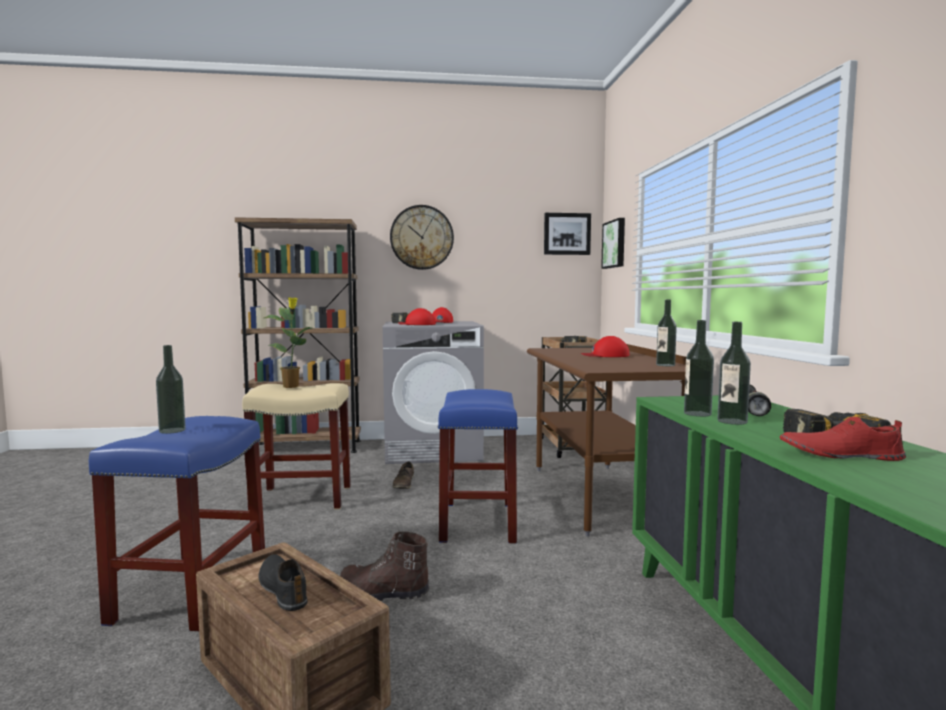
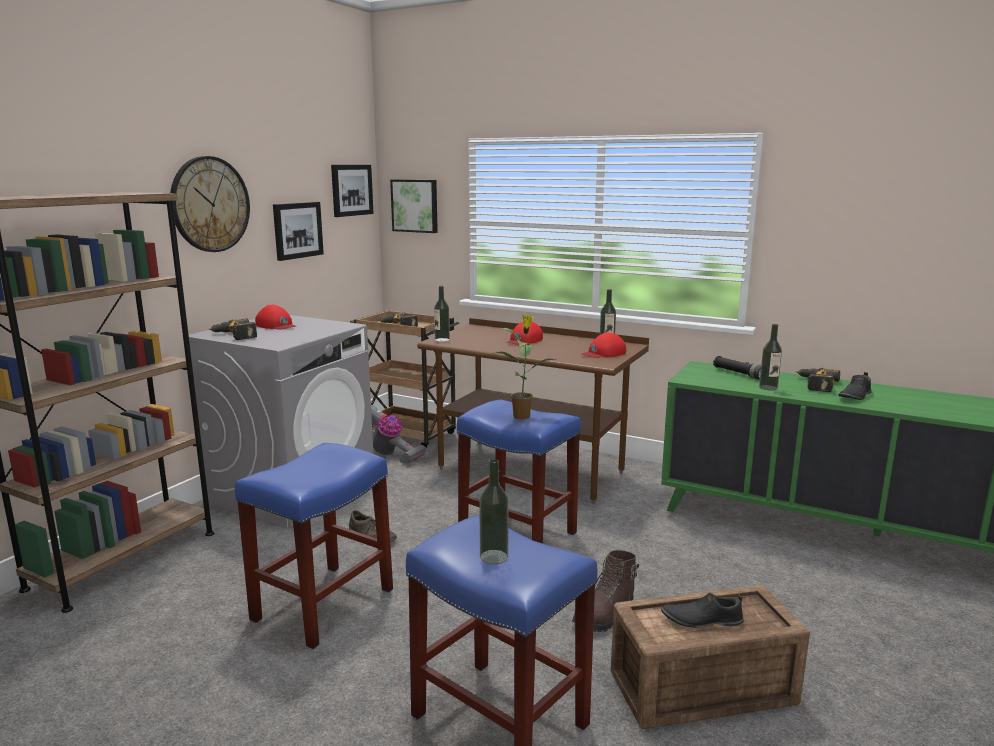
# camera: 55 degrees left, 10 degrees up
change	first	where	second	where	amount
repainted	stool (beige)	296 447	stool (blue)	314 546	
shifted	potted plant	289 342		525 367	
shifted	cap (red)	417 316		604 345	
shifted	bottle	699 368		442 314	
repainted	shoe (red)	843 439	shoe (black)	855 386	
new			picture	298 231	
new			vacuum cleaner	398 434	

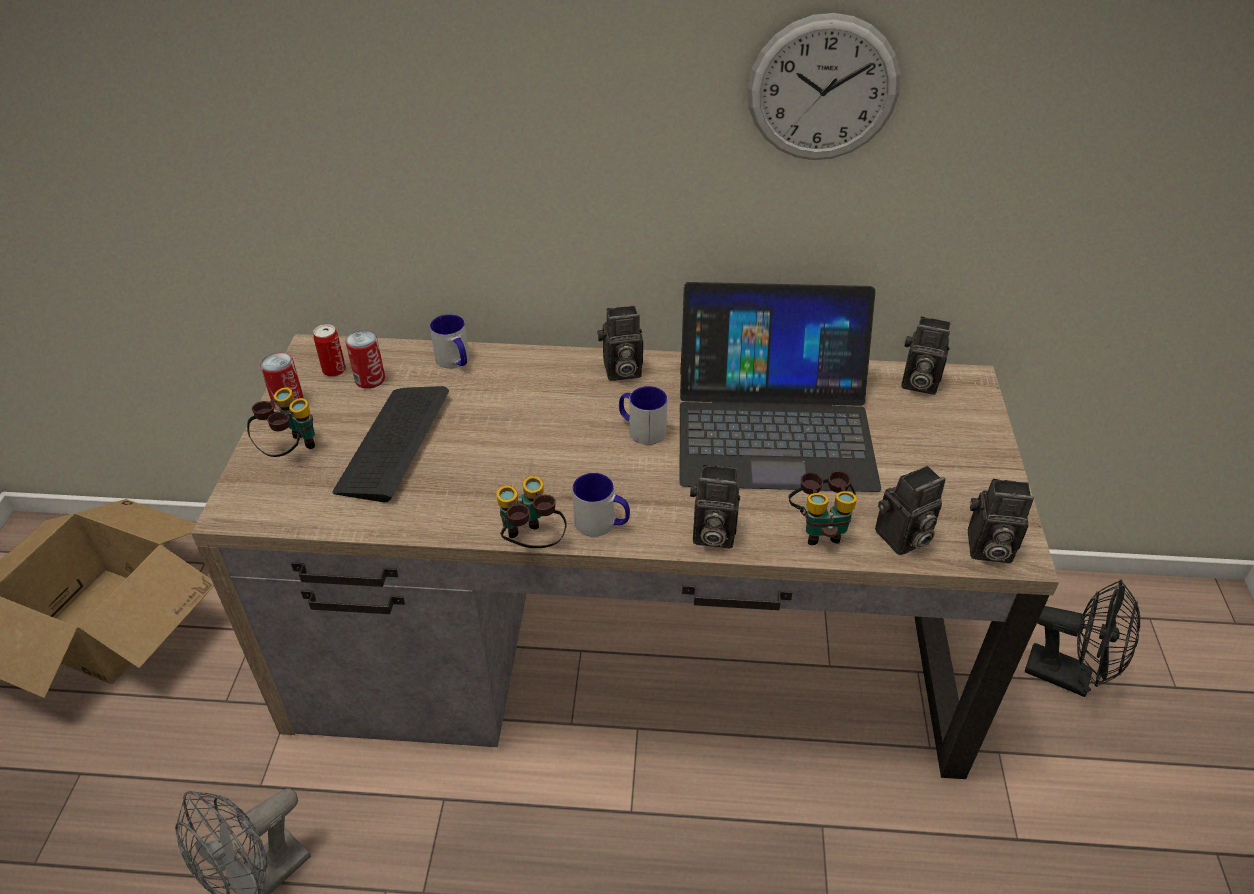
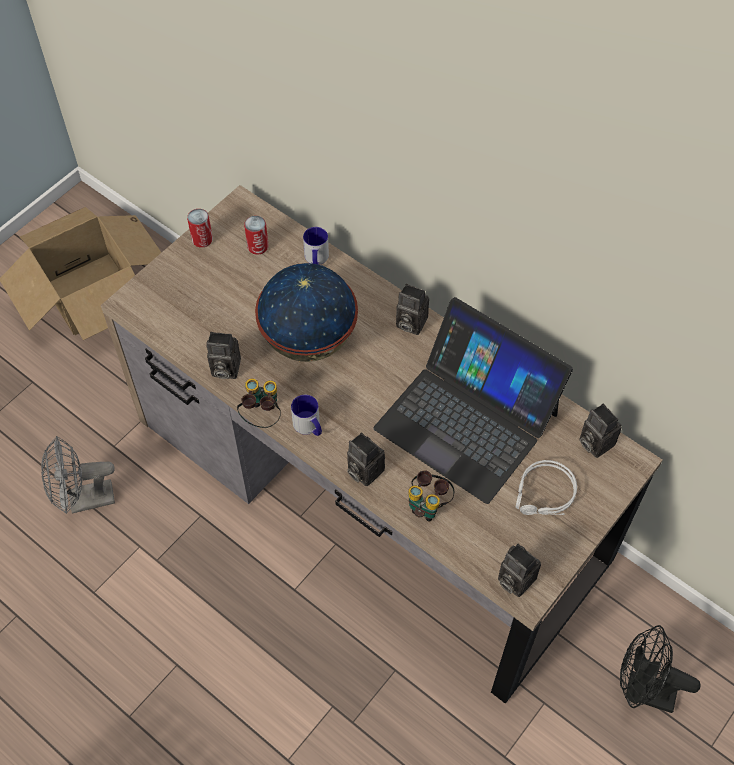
# camera: 35 degrees right, 15 degrees up
change	first	where	second	where	amount
gone	binoculars	281 422			
gone	can	329 350			
gone	keyboard	390 444			
gone	mug	643 415			
gone	wall clock	824 86			
shifted	photo camera	910 510		223 355	
rotated	fan (black)	1082 638		660 669	135 degrees clockwise
new			globe	306 312	
new			headphones (grey)	546 487	

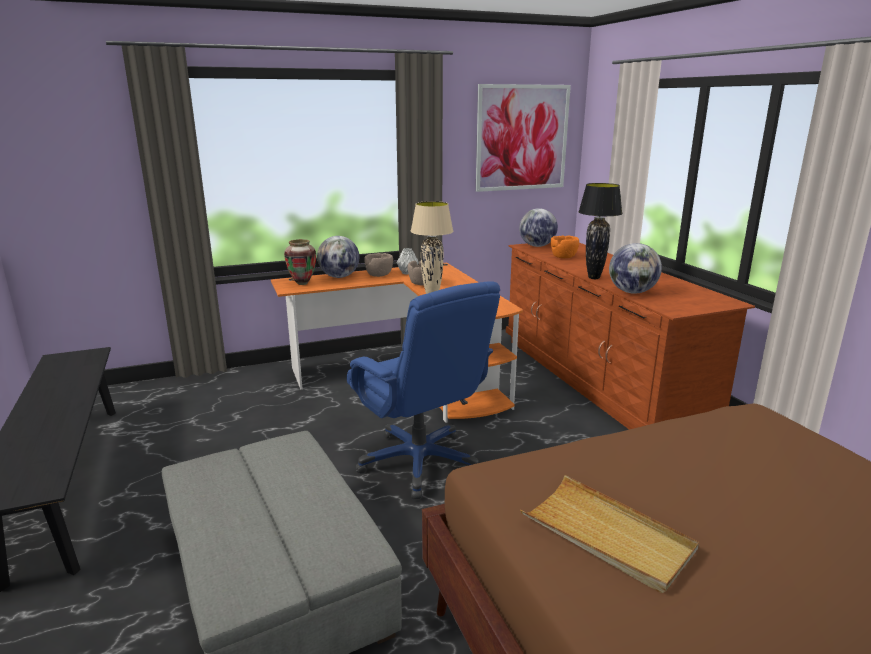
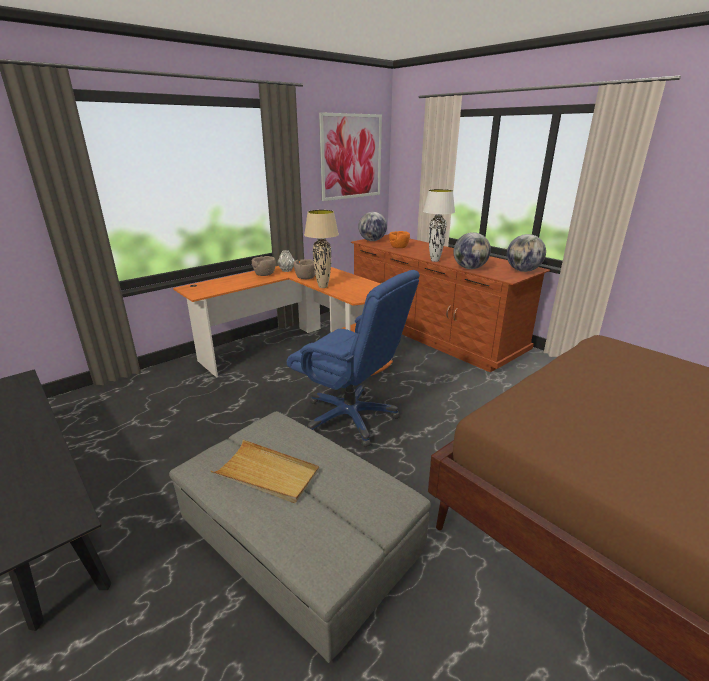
# camera: 20 degrees left, 5 degrees up
change	first	where	second	where	amount
gone	vase	300 262			
shifted	globe	338 257		526 253	
shifted	tray (beige)	609 534		265 471	
repainted	table lamp (black)	600 231	table lamp (white)	439 225	

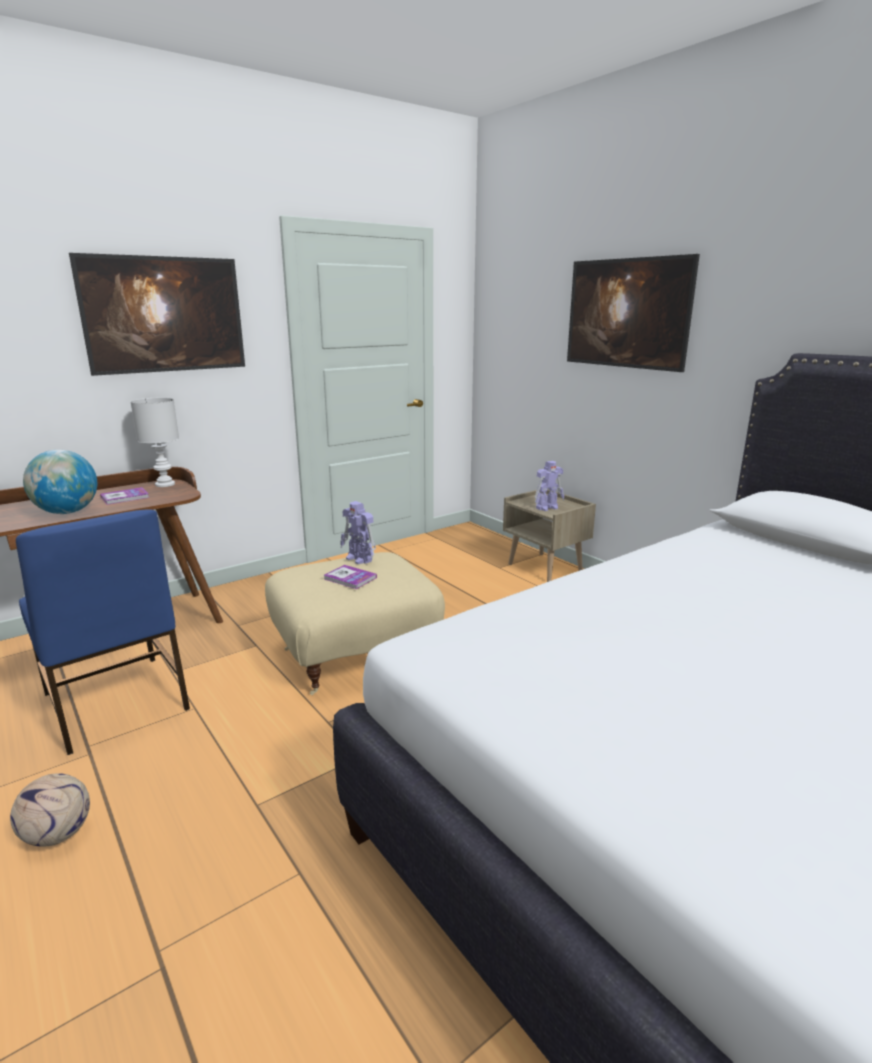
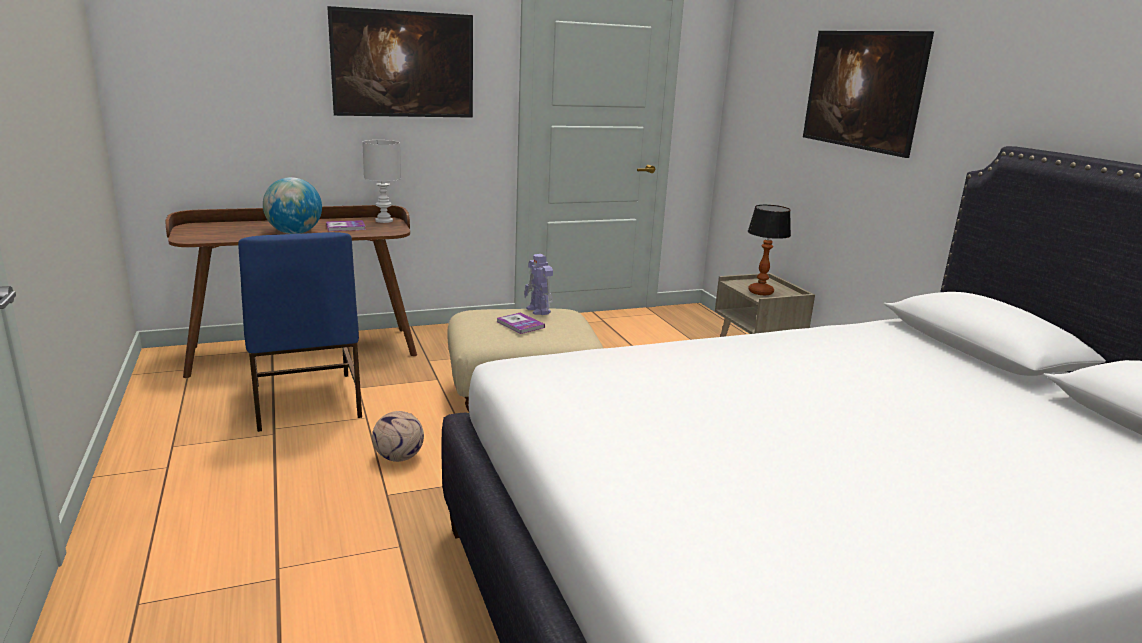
# camera: 15 degrees right, 0 degrees up
change	first	where	second	where	amount
shifted	football	50 810		398 436	
swapped	toy robot	549 486	table lamp	769 250	

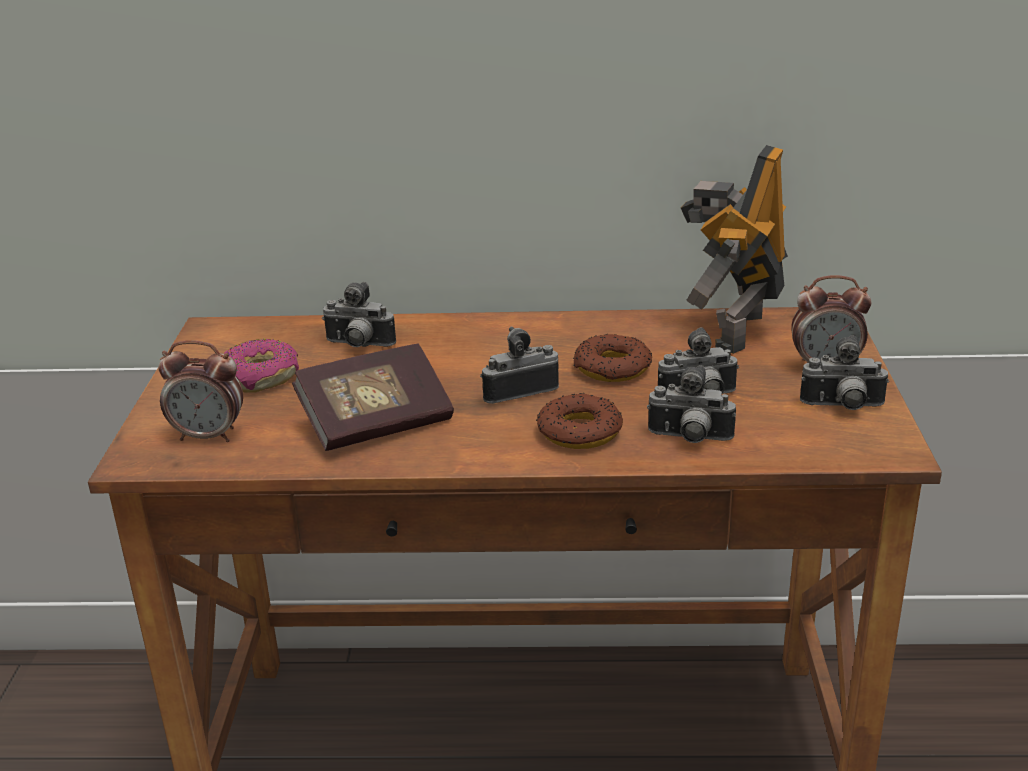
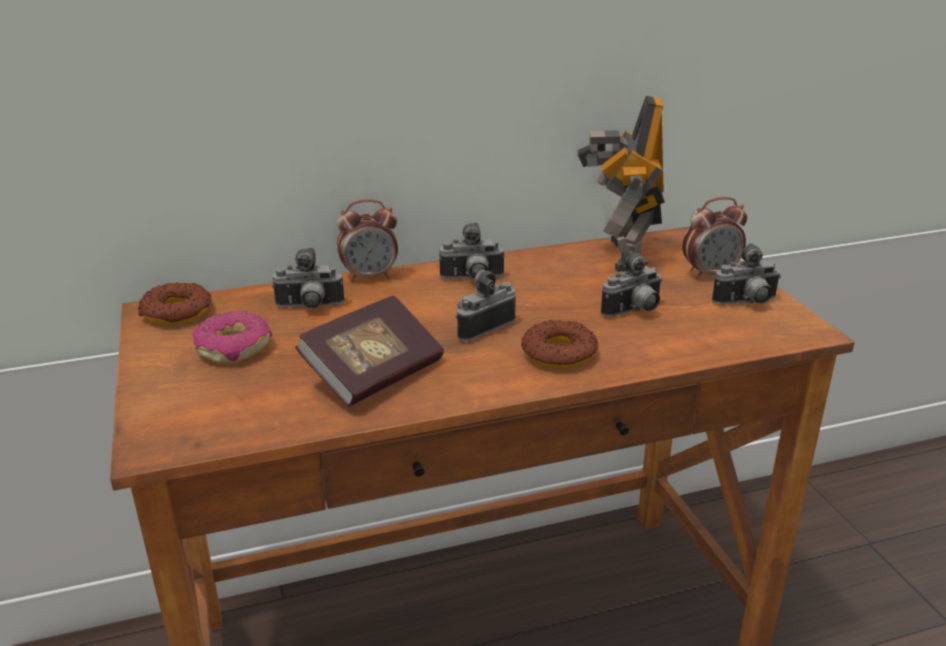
# camera: 20 degrees left, 0 degrees up
change	first	where	second	where	amount
shifted	alarm clock	200 391		367 240	
shifted	donut	612 358		175 303	
shifted	photo camera	691 404		472 250	

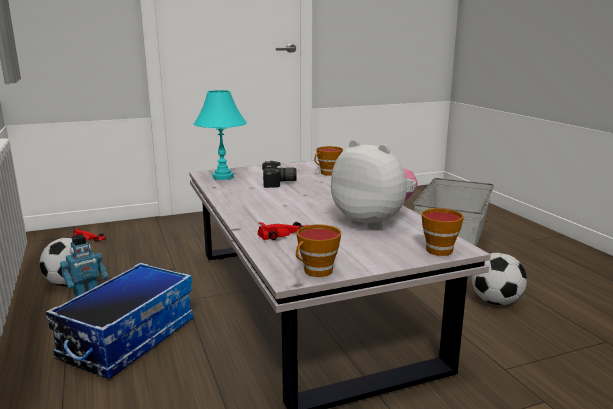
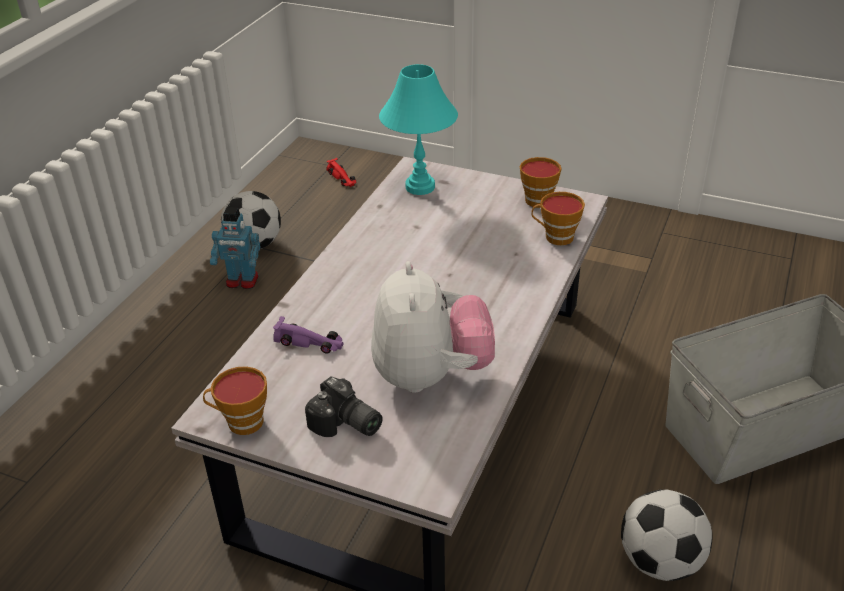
# camera: 45 degrees right, 20 degrees up
change	first	where	second	where	amount
gone	storage box	119 321			
repainted	toy car (red)	283 231	toy car (purple)	308 335	
shifted	photo camera	279 174		344 406	
shifted	cup	443 232		541 182	

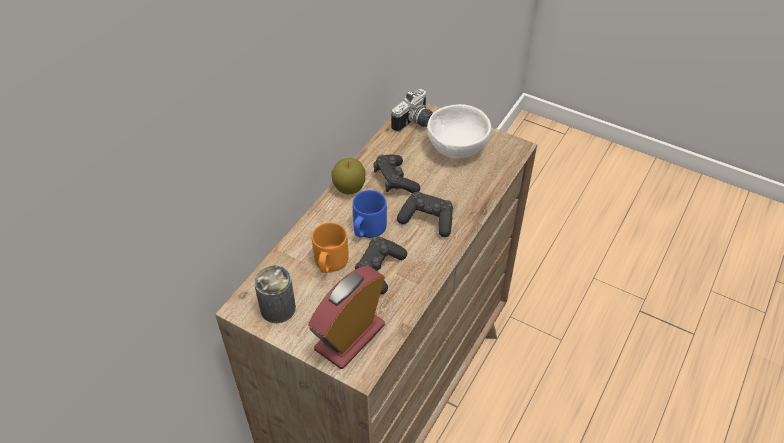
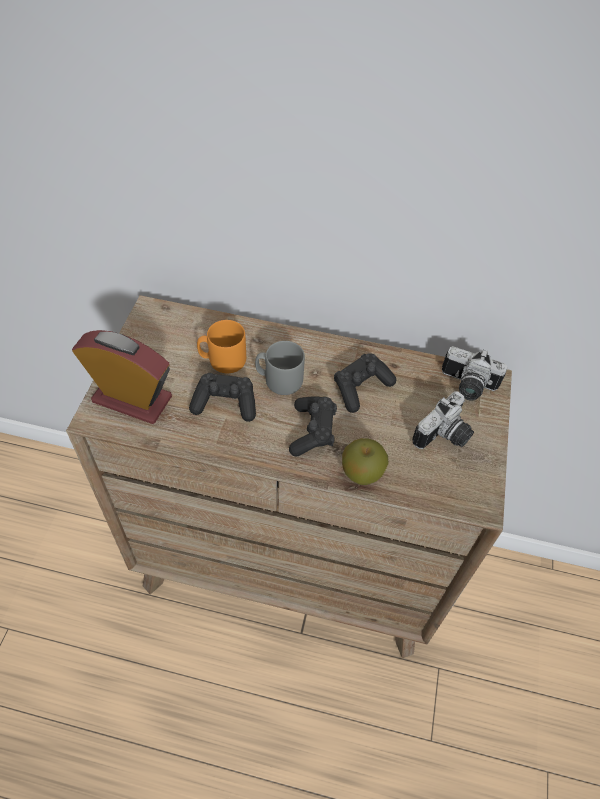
# camera: 70 degrees right, 5 degrees up
change	first	where	second	where	amount
gone	can	275 294			
shifted	apple	348 176		365 461	
repainted	mug (blue)	369 214	mug (grey)	280 368	
swapped	bowl (white)	459 131	photo camera	443 420	

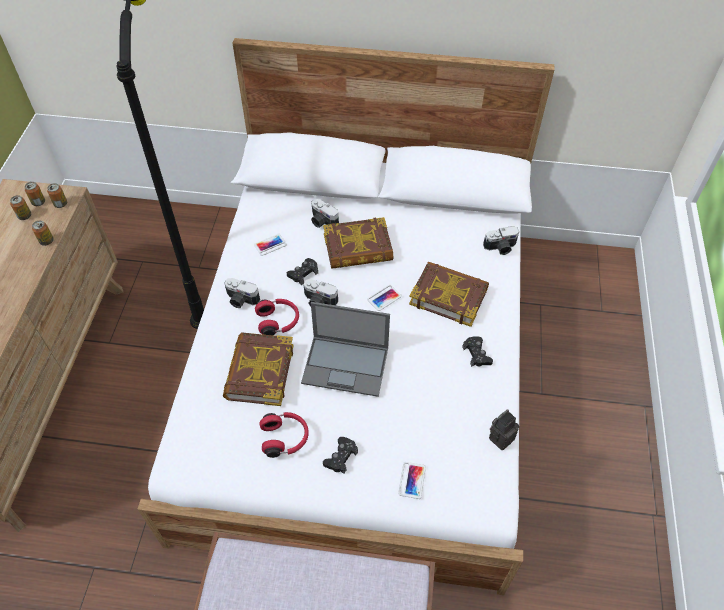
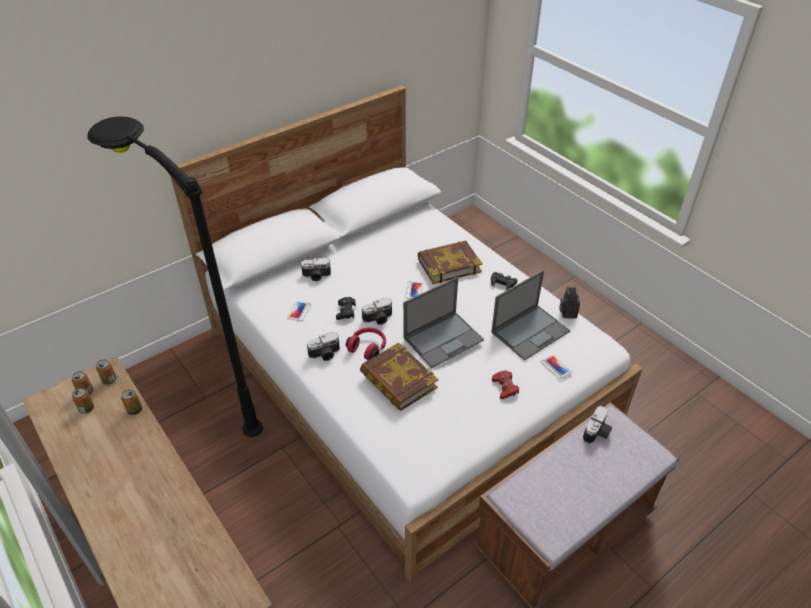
# camera: 45 degrees left, 10 degrees down
change	first	where	second	where	amount
gone	headphones (red)	284 435			
gone	book	358 243			
repainted	game controller (black)	340 455	game controller (red)	505 384	
shifted	photo camera	501 240		597 425	
new			laptop	530 315	

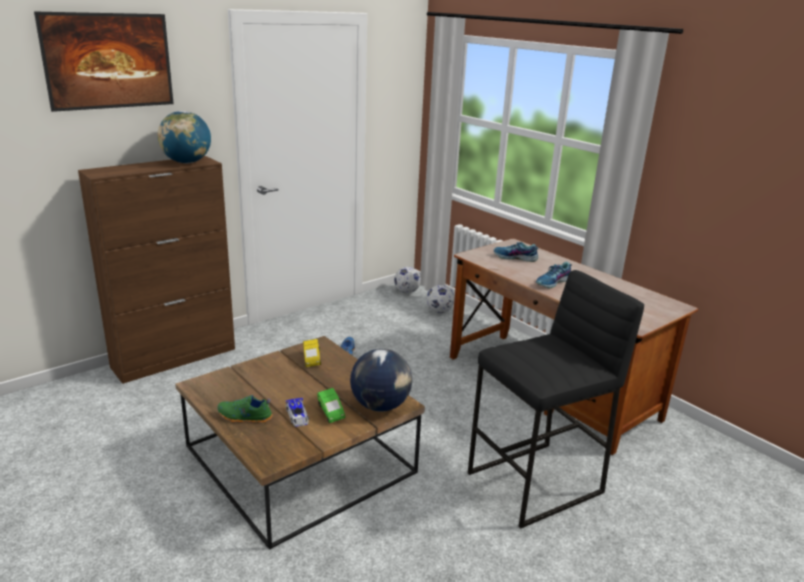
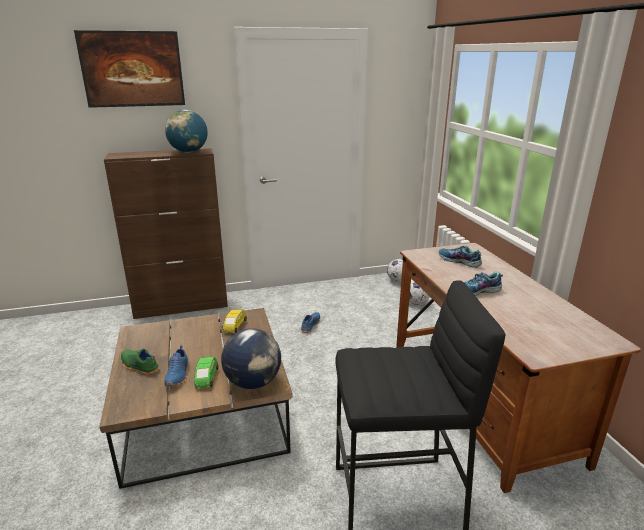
# camera: 25 degrees right, 0 degrees up
change	first	where	second	where	amount
swapped	toy car	297 412	shoe (blue)	177 365	

